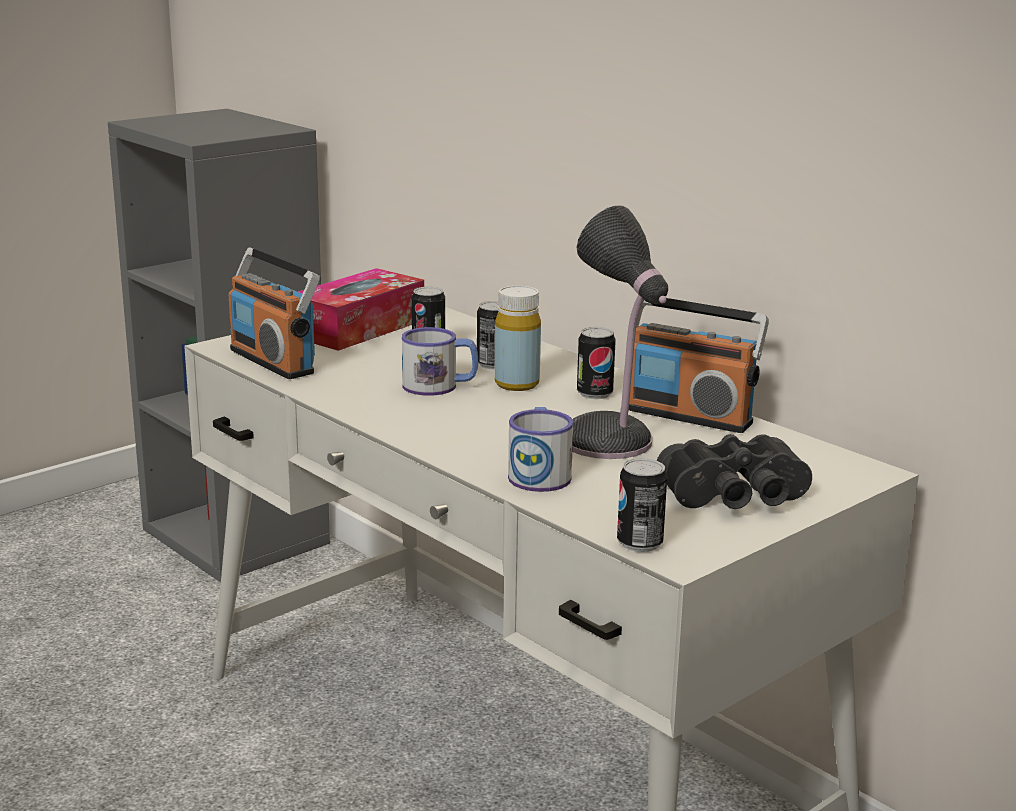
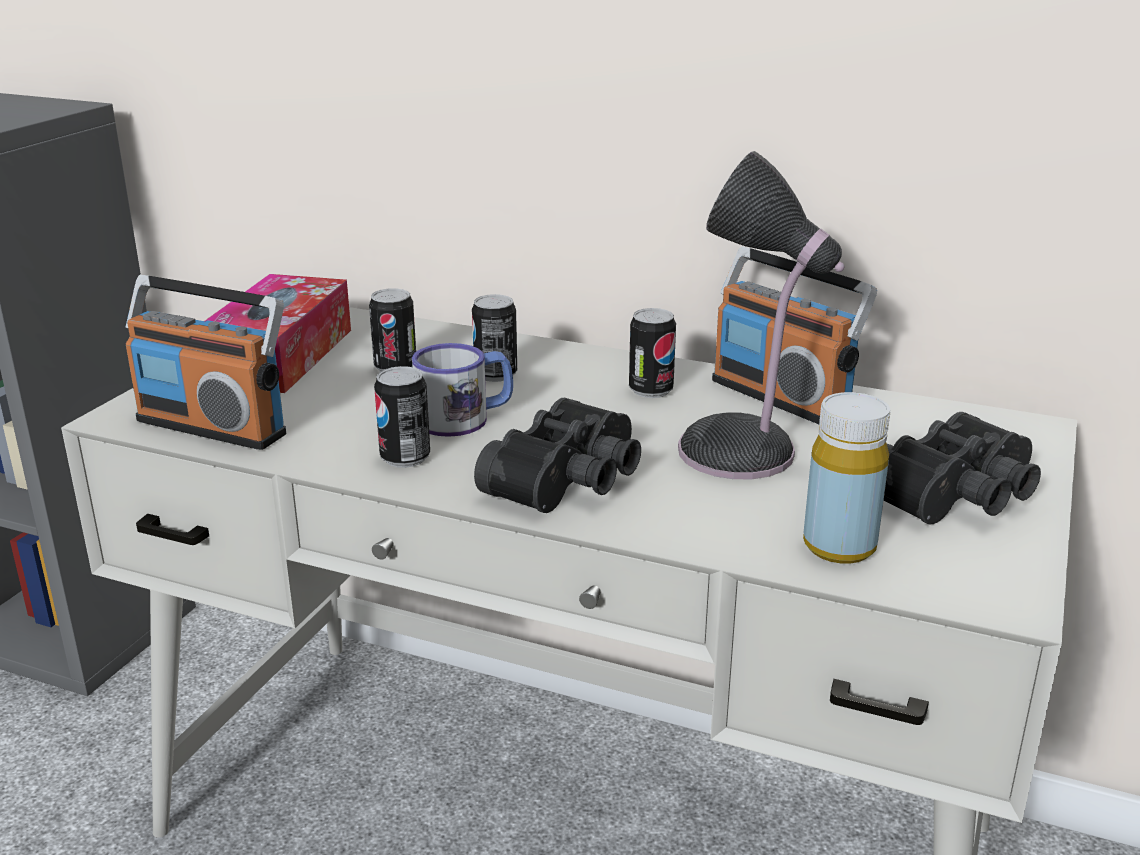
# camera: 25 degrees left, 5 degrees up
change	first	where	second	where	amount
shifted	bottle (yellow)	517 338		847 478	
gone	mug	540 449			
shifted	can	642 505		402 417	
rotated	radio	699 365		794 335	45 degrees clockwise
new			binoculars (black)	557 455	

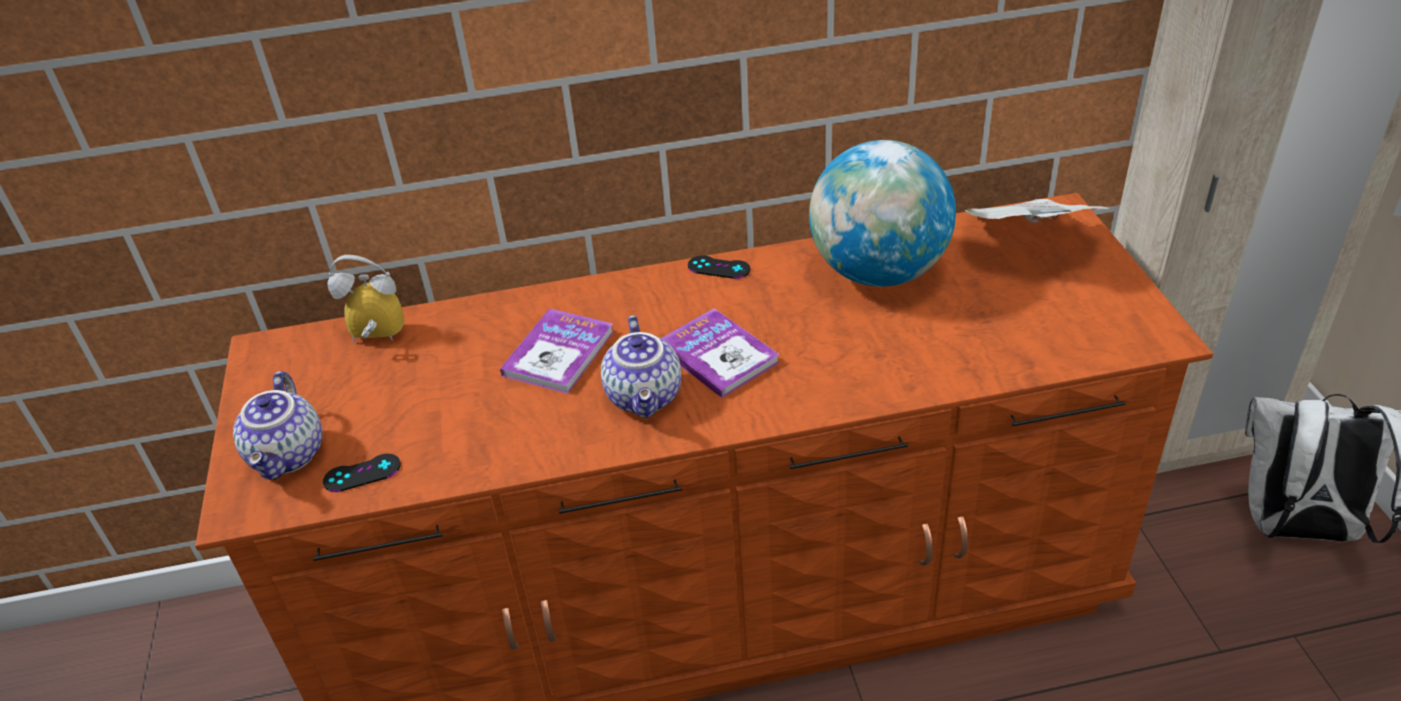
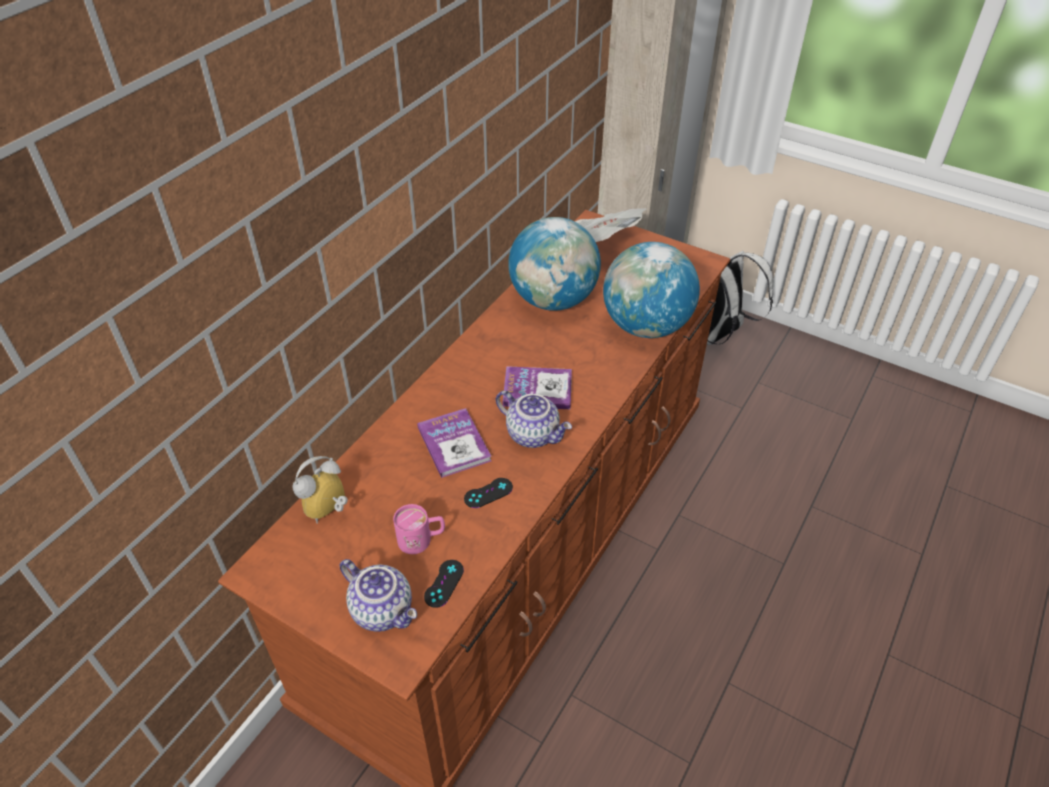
# camera: 50 degrees left, 5 degrees up
change	first	where	second	where	amount
shifted	game controller (black)	719 267		488 493	
new			mug (pink)	419 529	
new			globe	651 290	

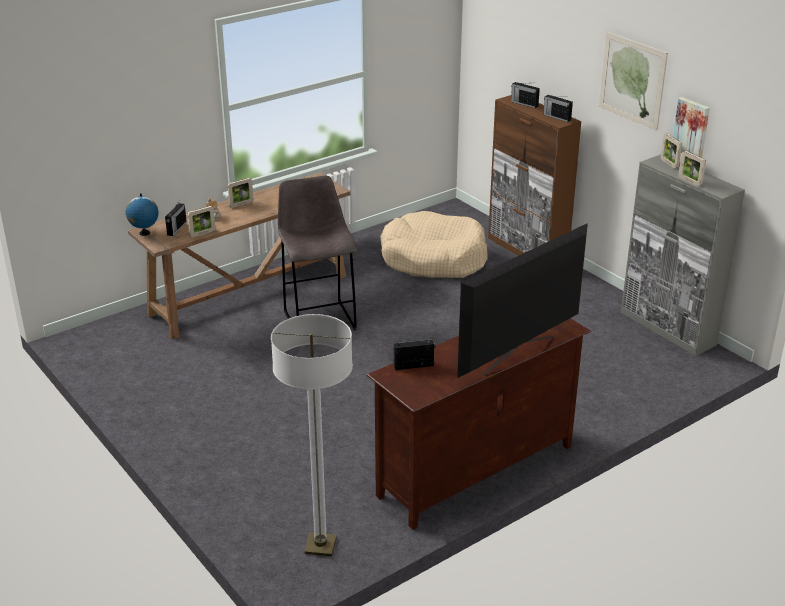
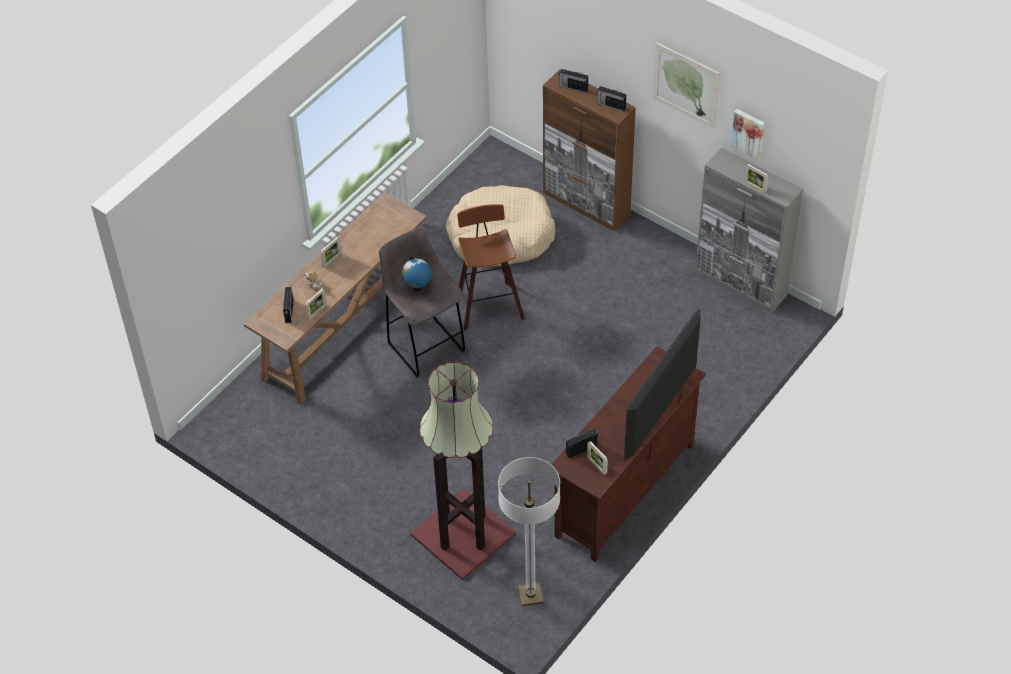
# camera: 15 degrees left, 20 degrees up
change	first	where	second	where	amount
shifted	globe	142 215		417 274	
shifted	picture frame	671 151		597 458	
new			floor lamp	463 471	
new			stool	491 267	

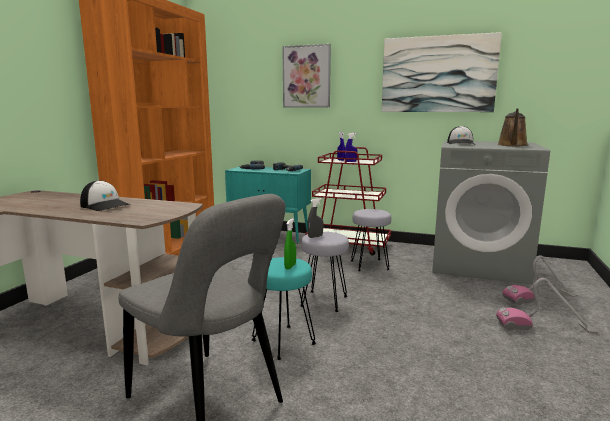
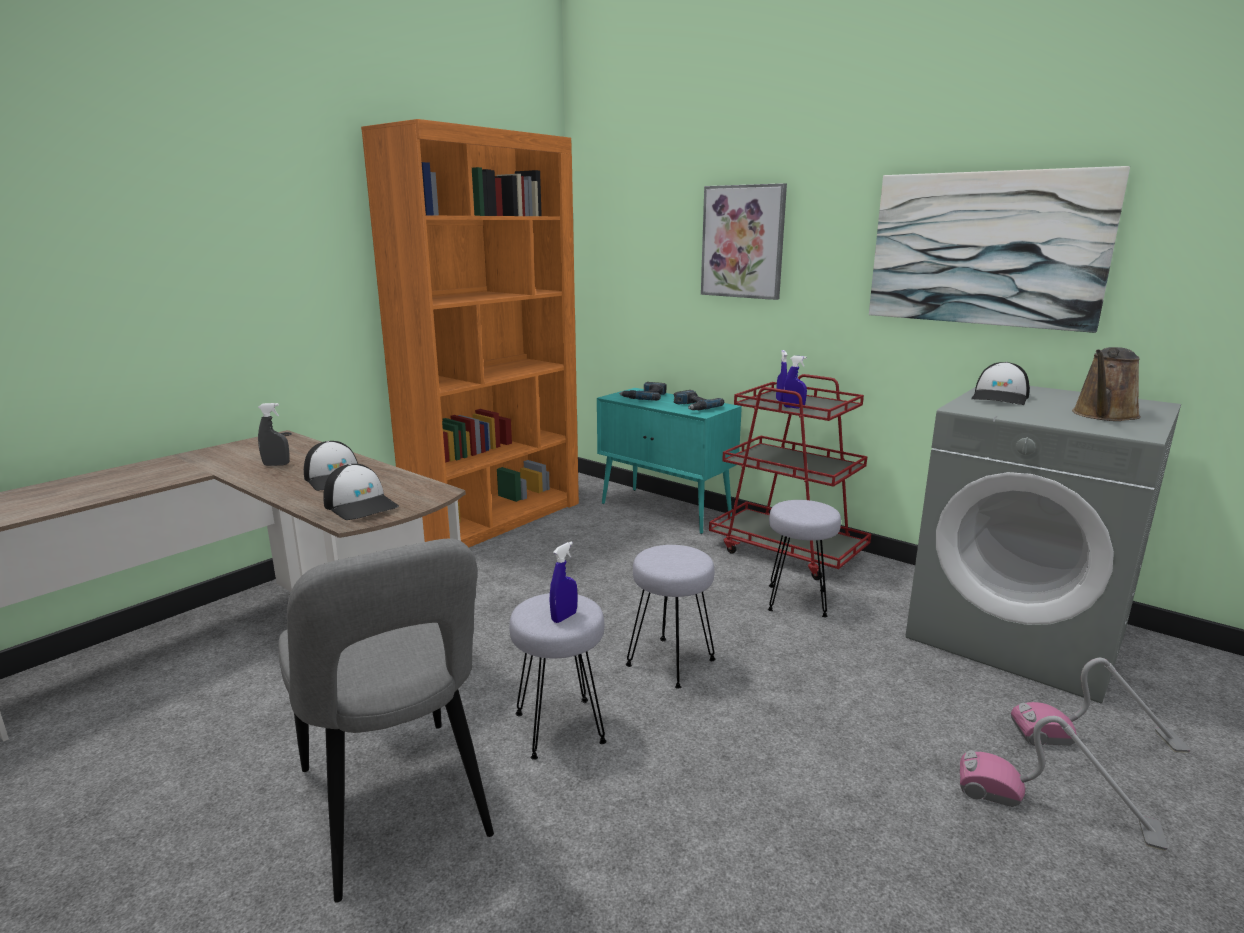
# camera: 20 degrees right, 5 degrees up
change	first	where	second	where	amount
repainted	stool (turquoise)	284 308	stool (grey)	558 676	
repainted	spray bottle (green)	290 243	spray bottle (blue)	564 582	
shifted	spray bottle (grey)	315 218		274 434	
new			cap	361 492	

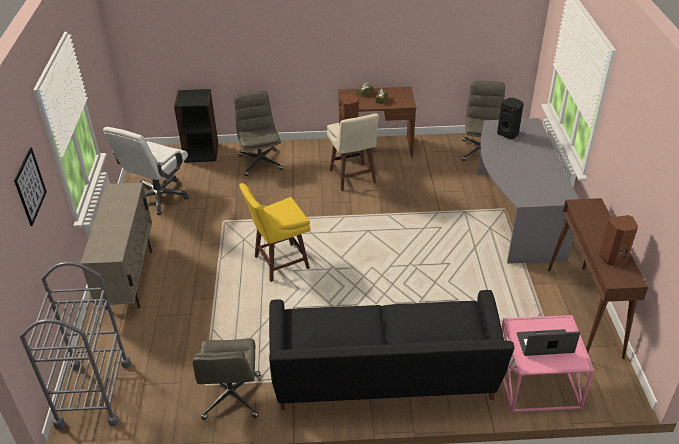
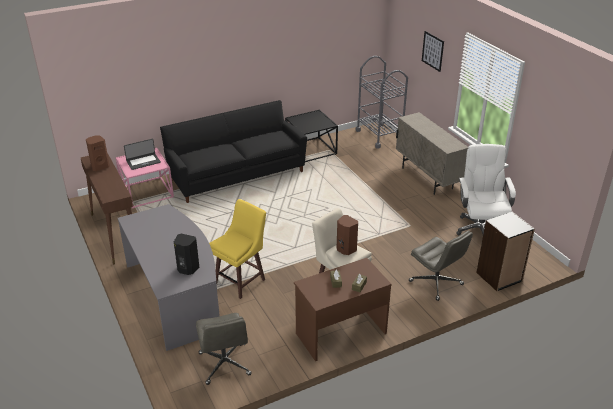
# camera: 155 degrees right, 5 degrees down
change	first	where	second	where	amount
swapped	office chair (grey)	226 379	side table (black)	311 136	
shifted	stool (yellow)	275 232		237 249	

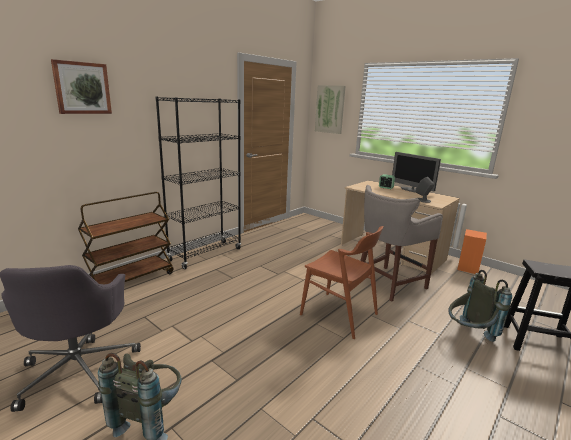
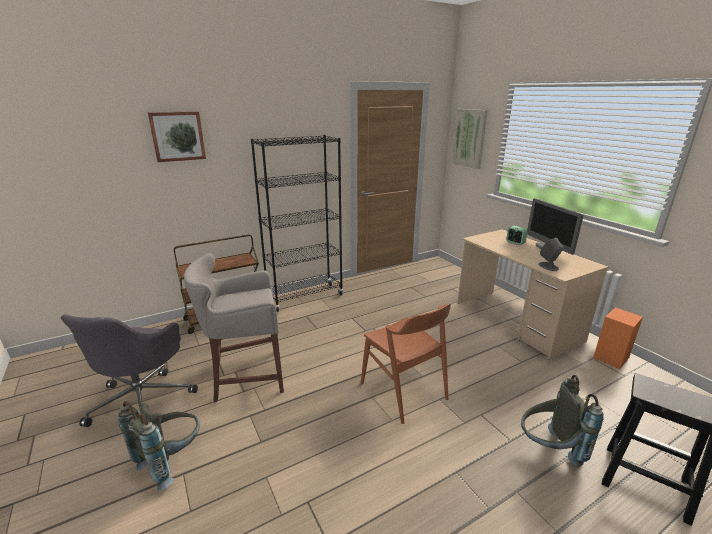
# camera: 20 degrees right, 5 degrees up
change	first	where	second	where	amount
shifted	stool (grey)	401 243		234 327	

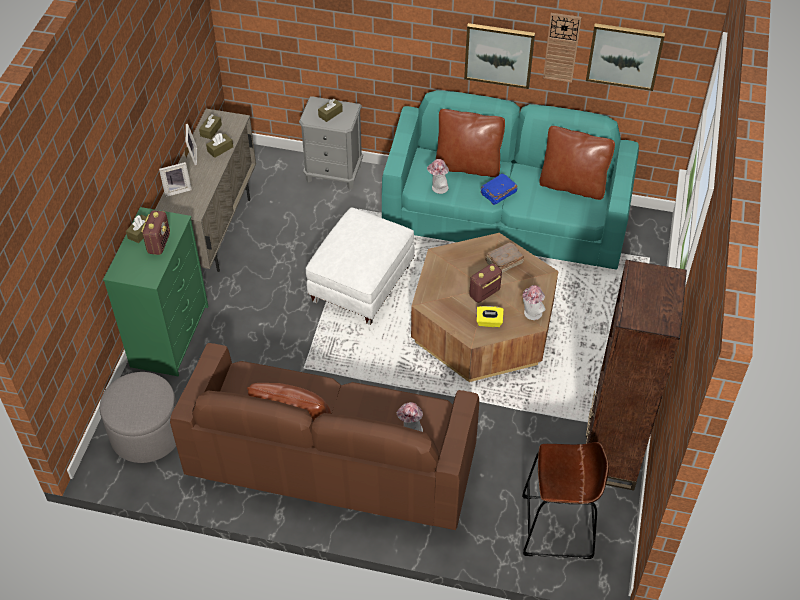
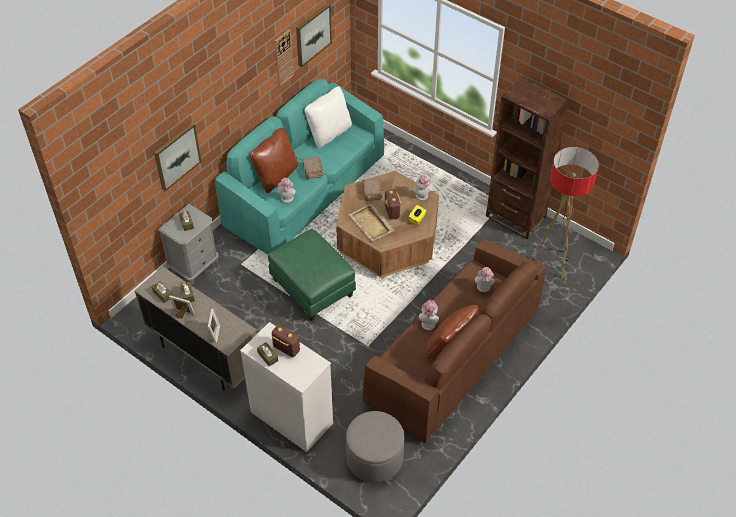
# camera: 65 degrees left, 0 degrees up
change	first	where	second	where	amount
repainted	dresser (green)	156 291	dresser (white)	286 387	
repainted	ottoman (white)	360 266	ottoman (green)	312 275	
shifted	picture	499 56		177 157	
repainted	book (blue)	499 189	book (brown)	313 168	
swapped	stool (brown)	565 500	floor lamp	566 213	
repainted	pillow (brown)	577 163	pillow (white)	328 117	
new			tray (beige)	371 223	
new			hat	429 315	

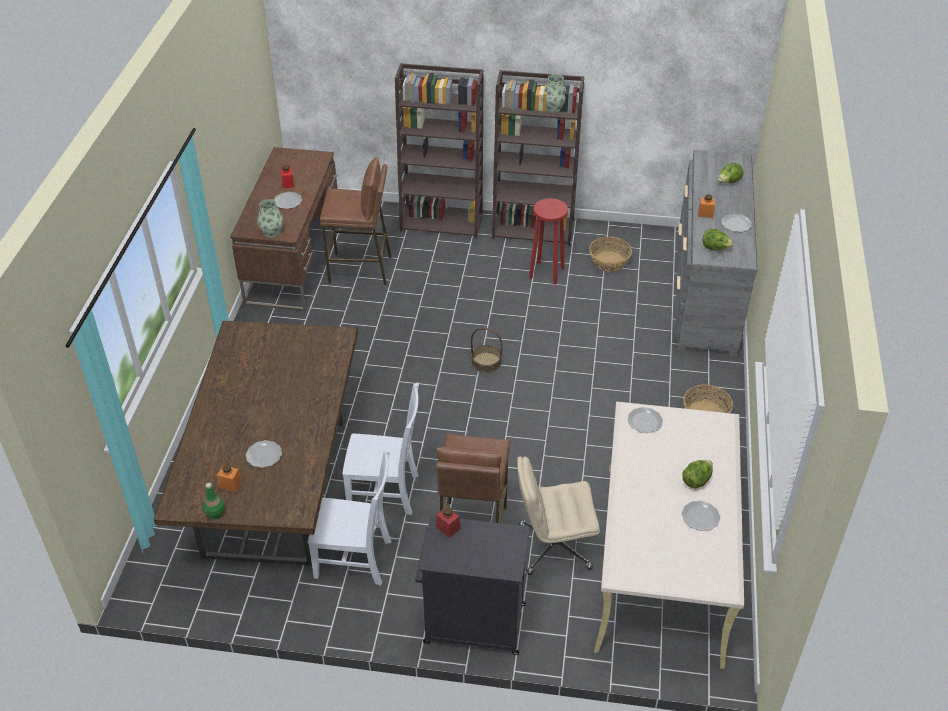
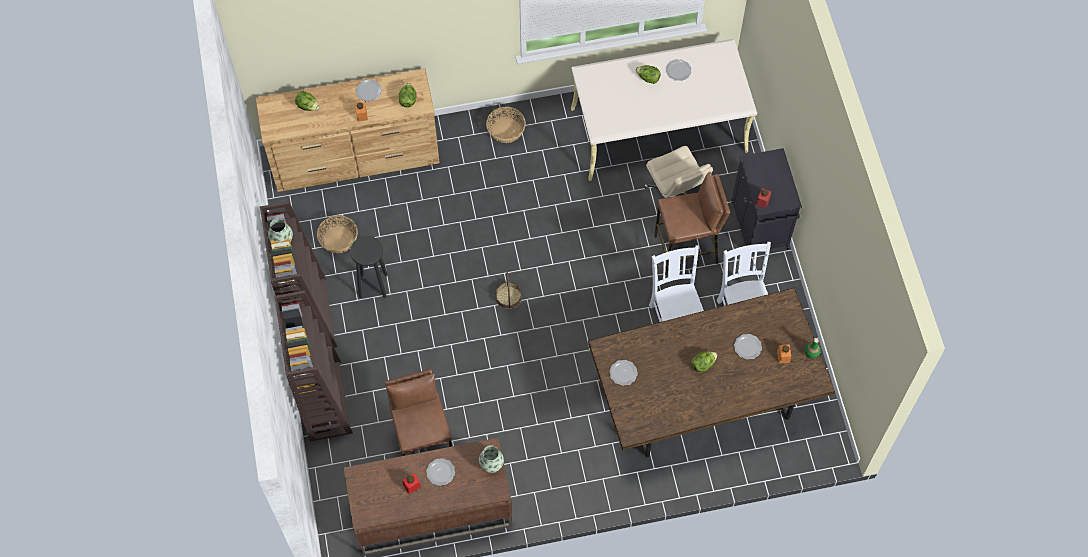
# camera: 110 degrees left, 20 degrees up
change	first	where	second	where	amount
repainted	stool (red)	548 241	stool (black)	369 267	
shifted	plate	645 420		623 373	
repainted	dresser (grey)	716 253	dresser (brown)	347 130	
new			lettuce	704 362	

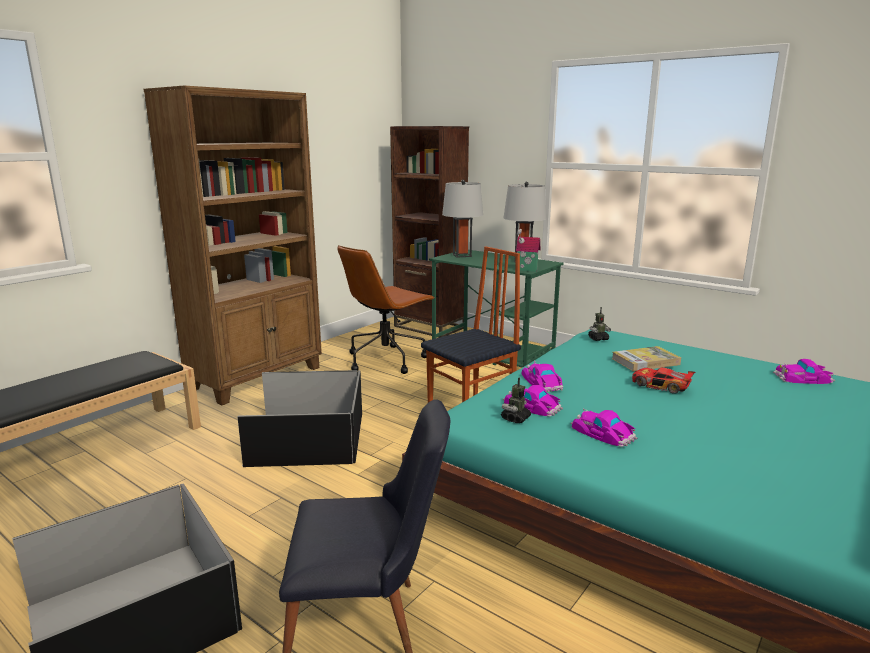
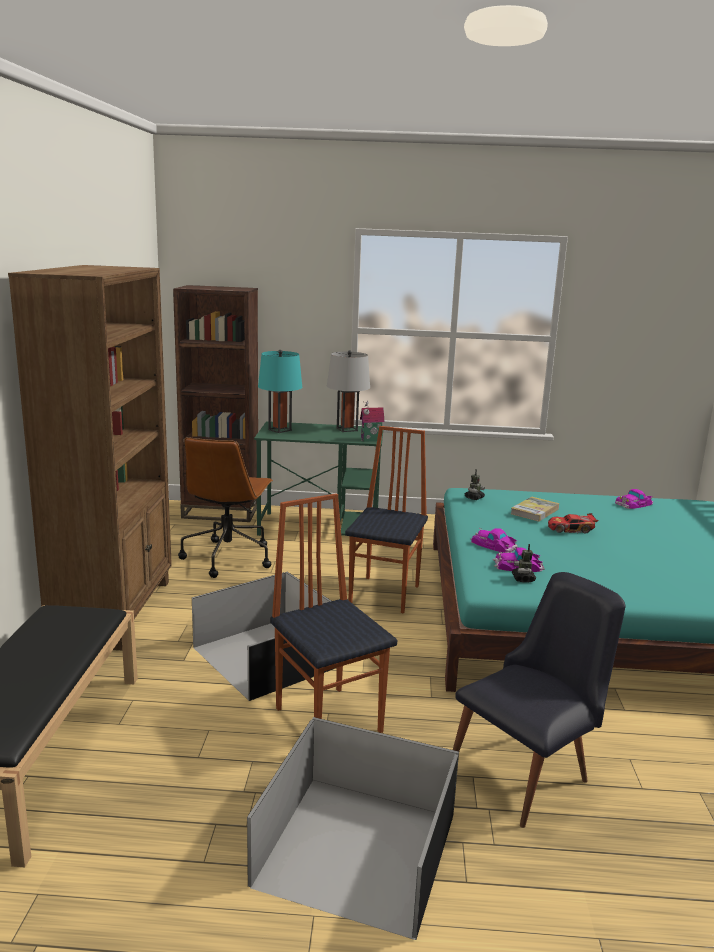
# camera: 35 degrees left, 0 degrees up
change	first	where	second	where	amount
repainted	table lamp (grey)	462 218	table lamp (turquoise)	280 391	
gone	toy car	604 427			
new			chair	333 613	

